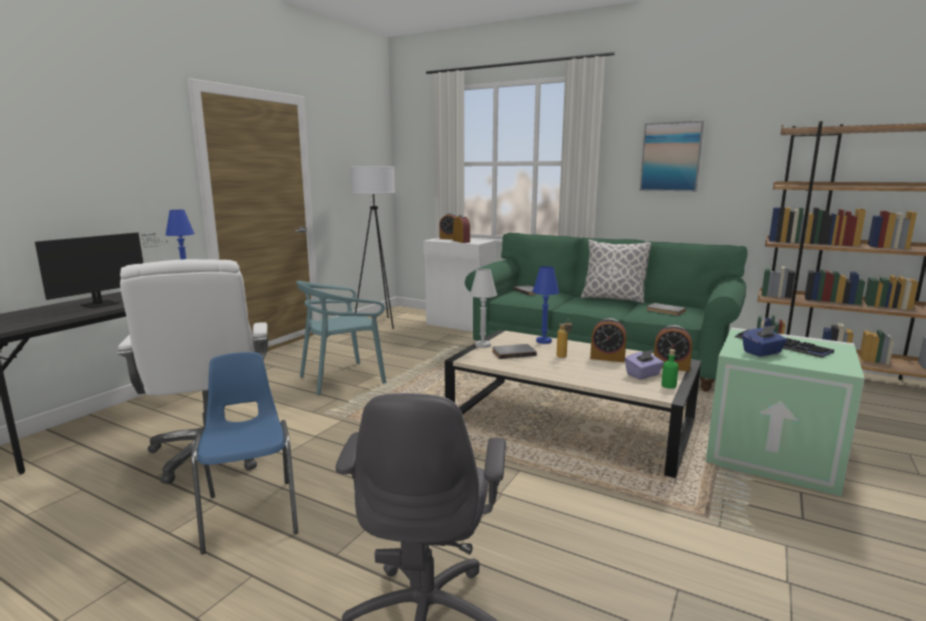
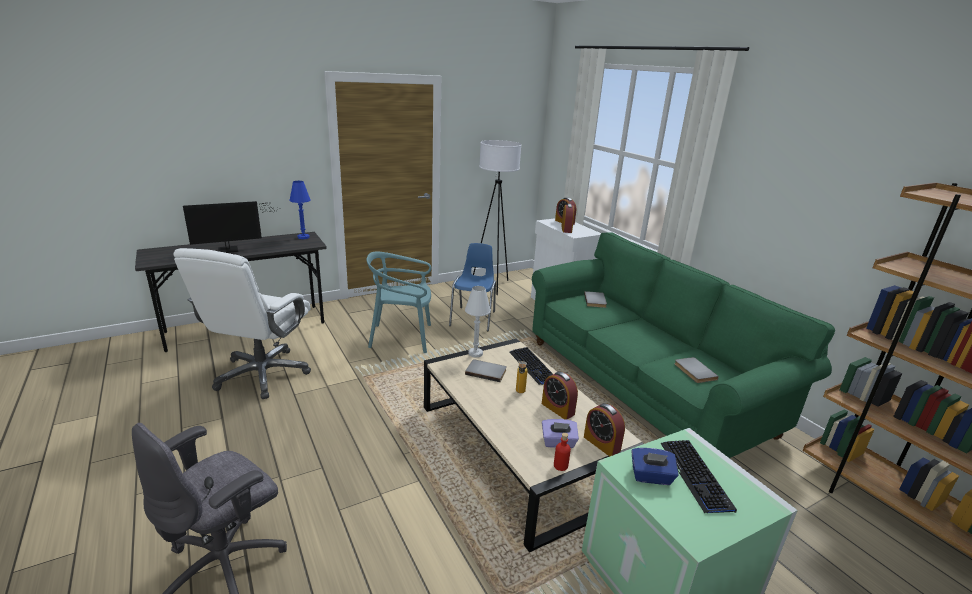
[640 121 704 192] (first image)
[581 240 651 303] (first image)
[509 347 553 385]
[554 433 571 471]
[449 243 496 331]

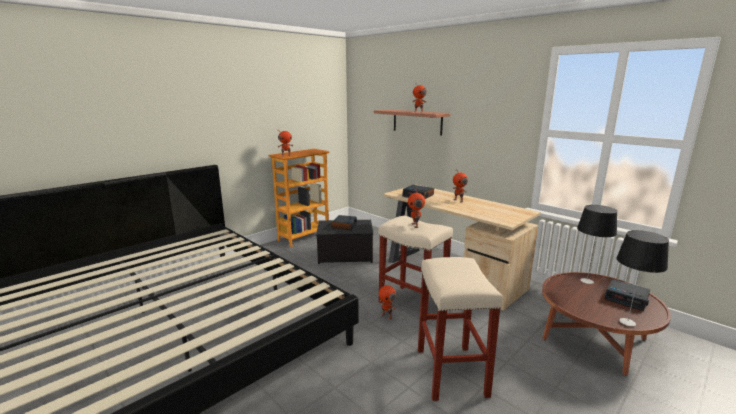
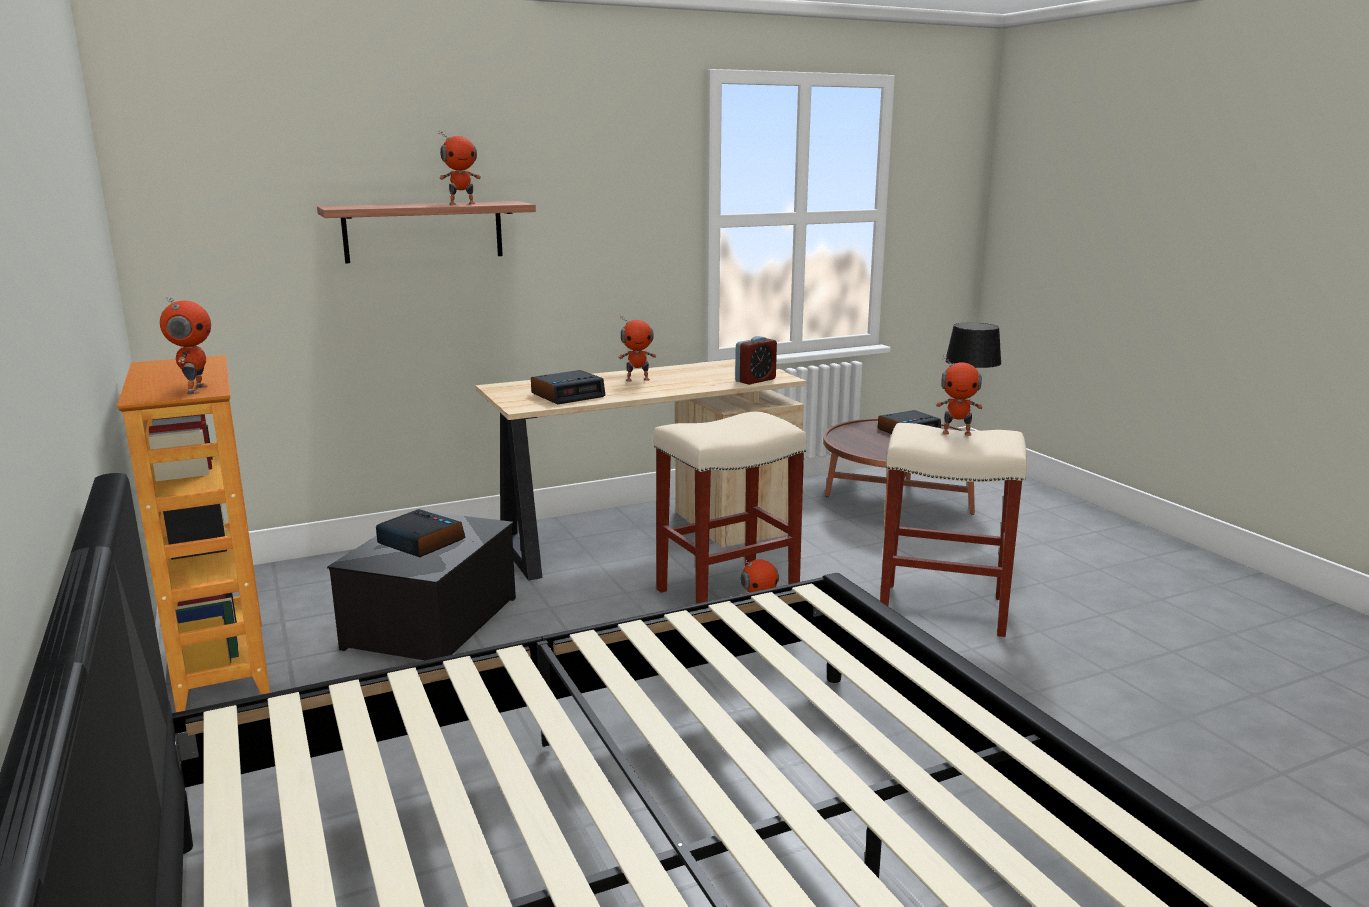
[936 355 983 436]
[577 205 617 284] (first image)
[735 336 777 385]

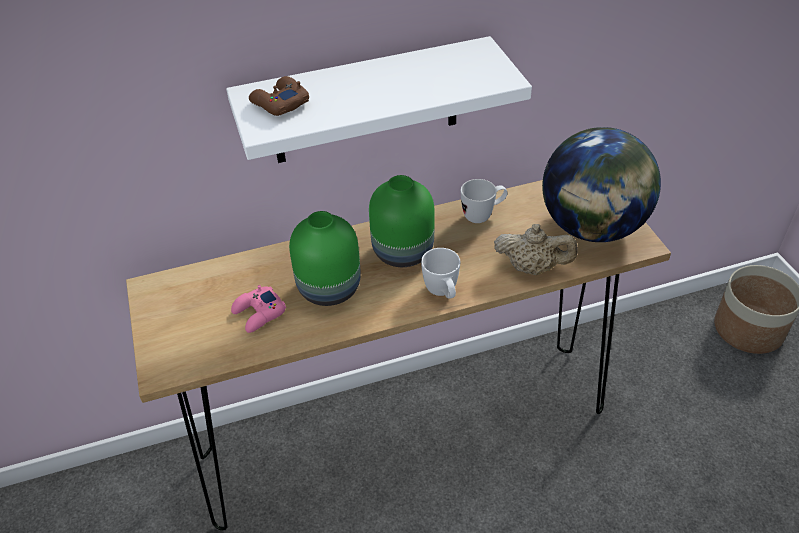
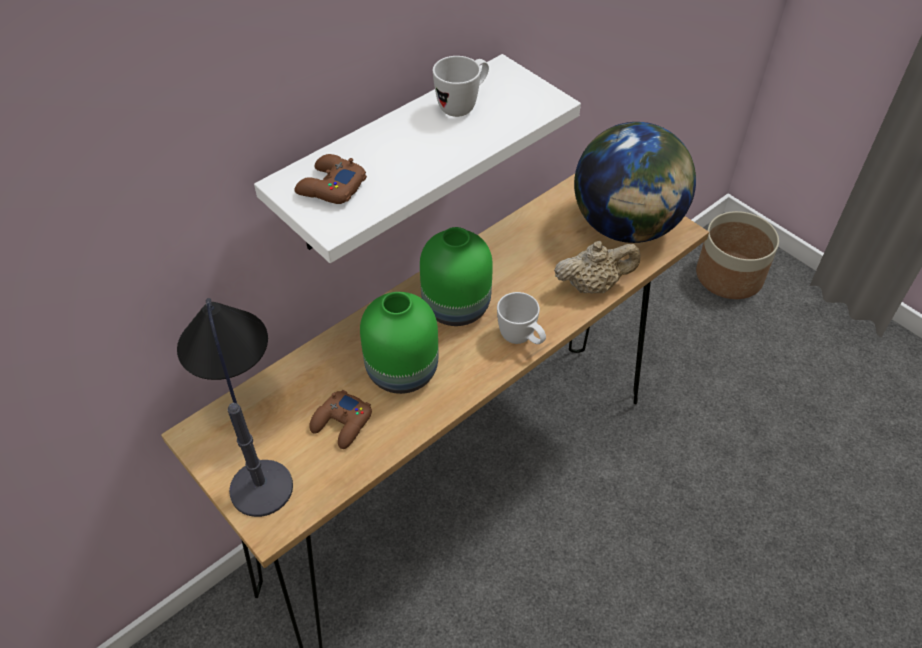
[433 56 489 117]
[309 390 372 449]
[177 298 293 517]

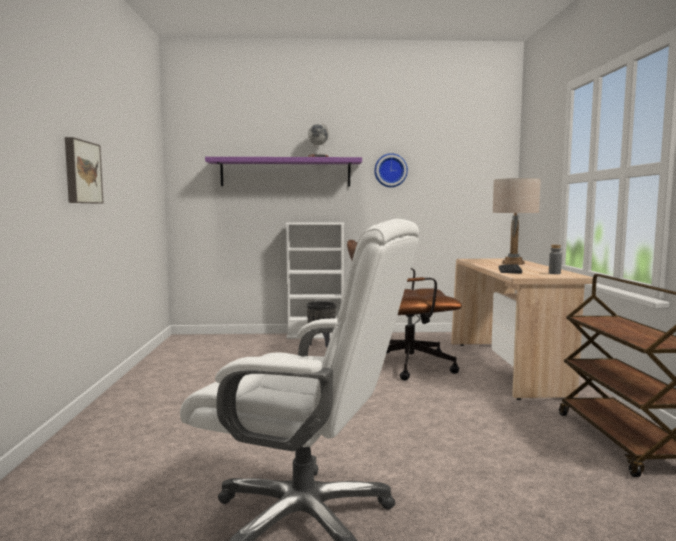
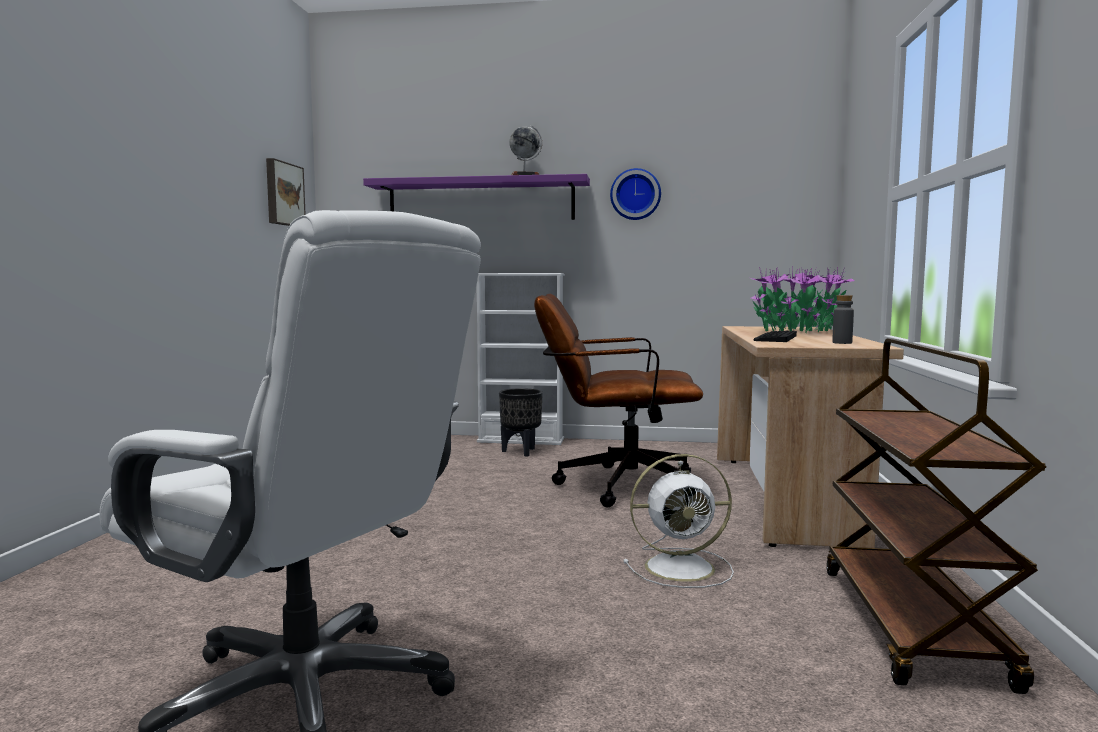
[266 158 306 226]
[750 267 854 333]
[624 454 734 588]

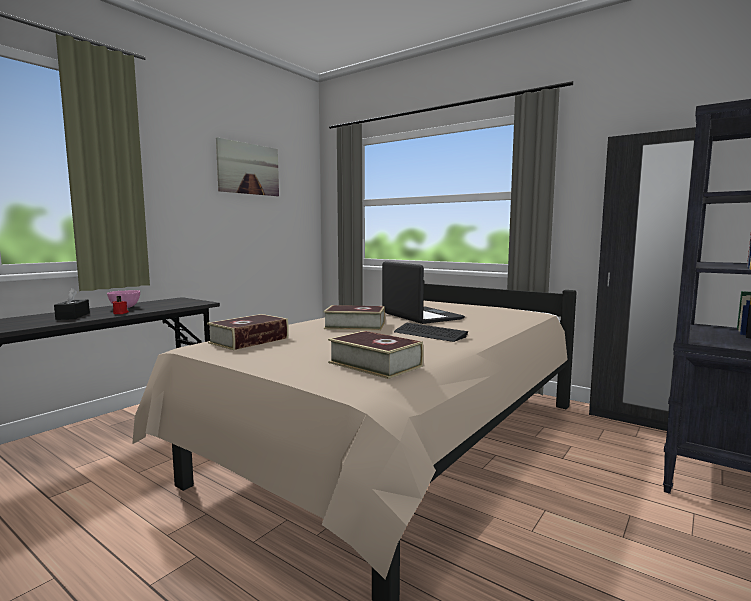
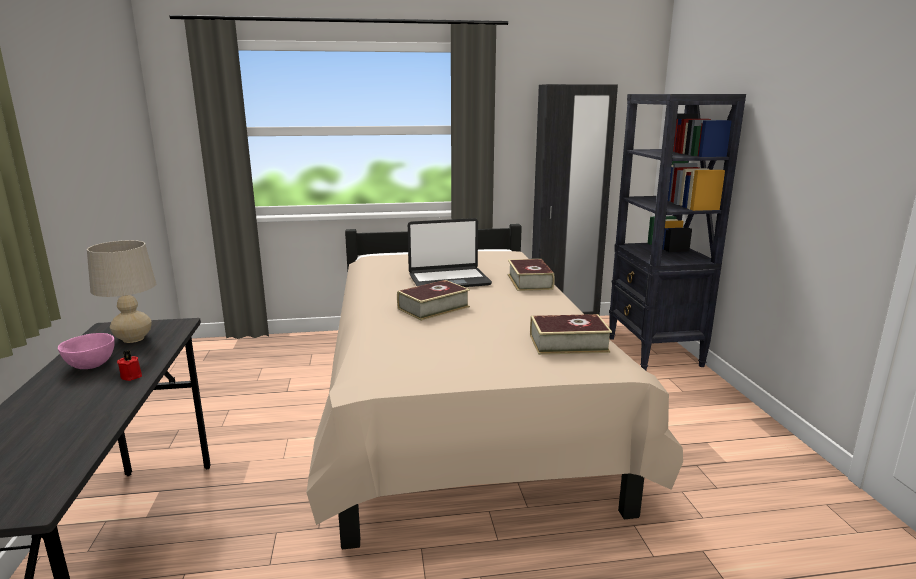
[216 137 279 196] (first image)
[408 218 492 287]
[54 288 90 320] (first image)
[508 259 555 291]
[394 323 468 342] (first image)
[87 240 156 343]

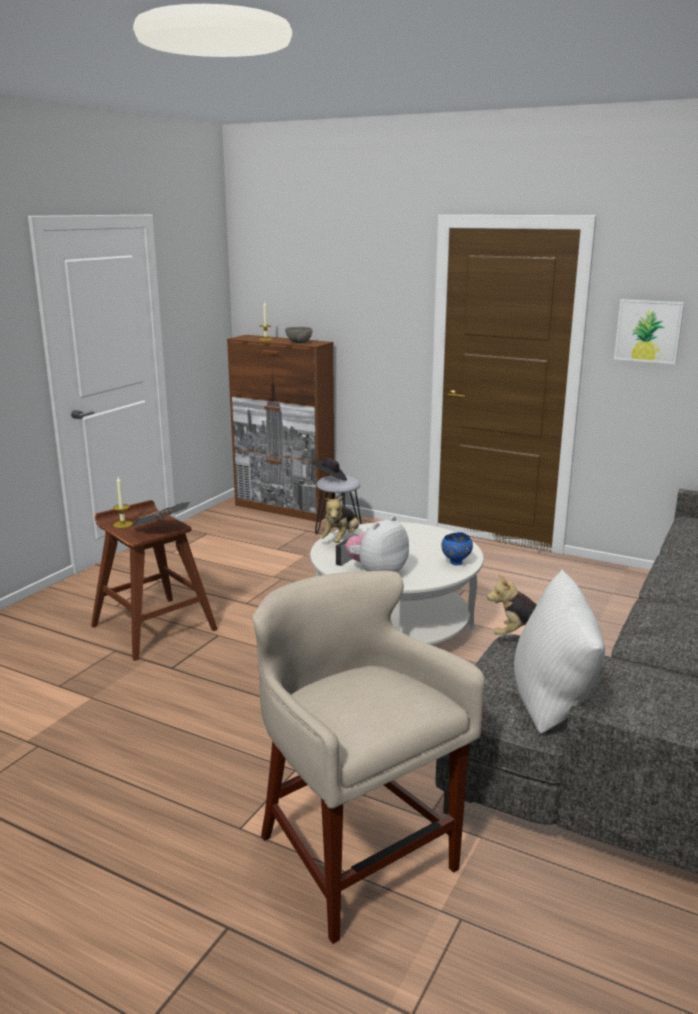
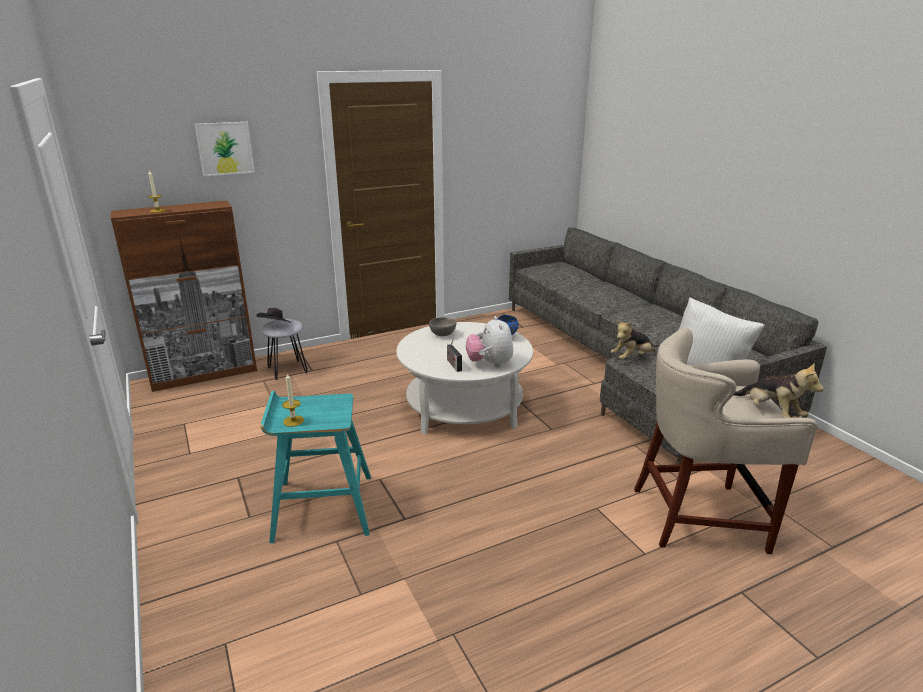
[195 122 255 176]
[429 317 456 336]
[734 363 824 418]
[261 391 371 543]
[130 502 191 527] (first image)

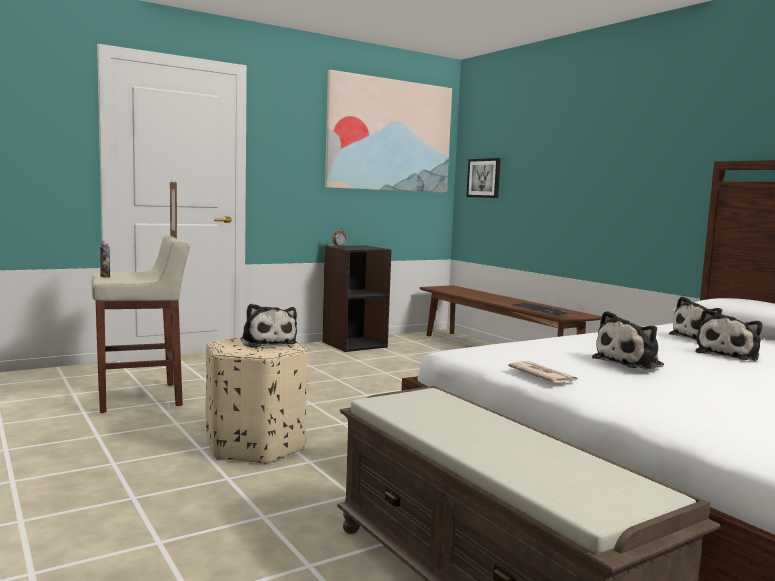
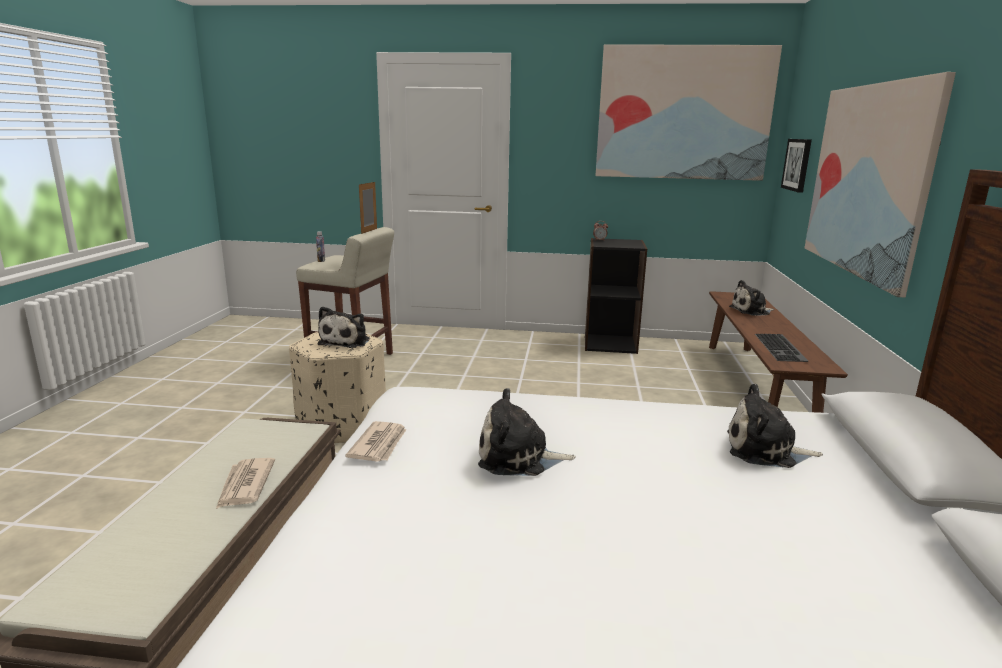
[729 280 774 315]
[805 72 956 298]
[216 458 275 509]

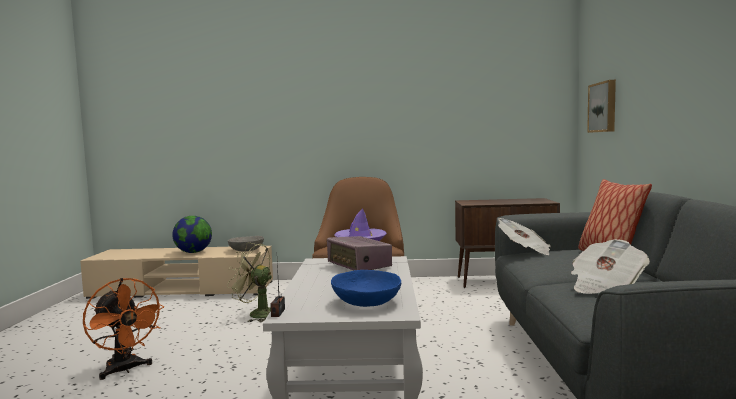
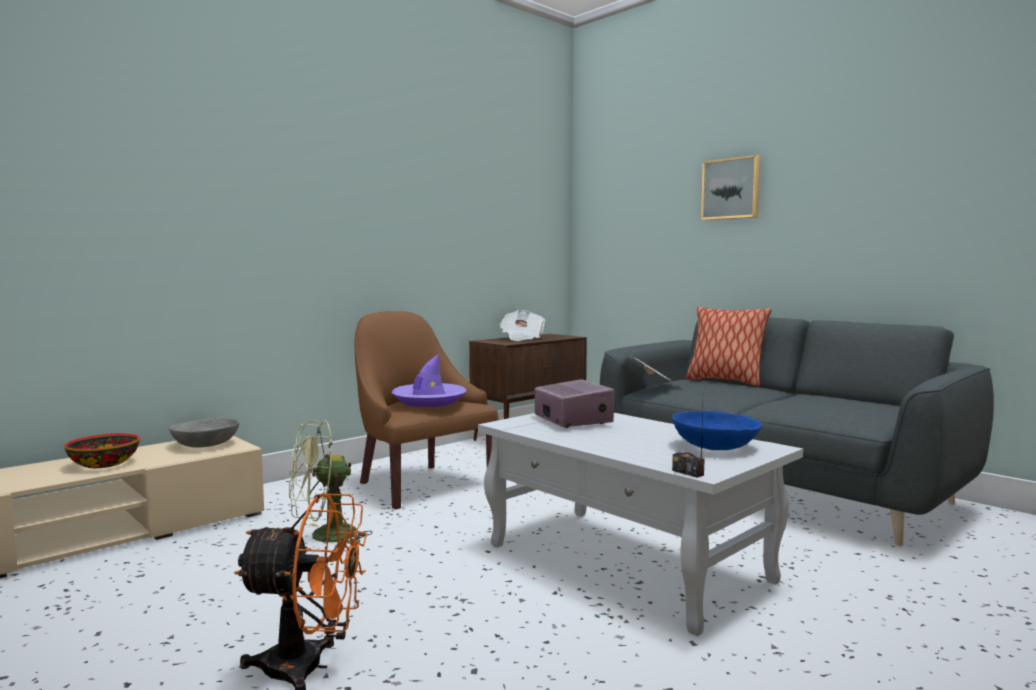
[701 155 760 220]
[64 433 140 468]
[535 379 615 428]
[499 310 546 341]

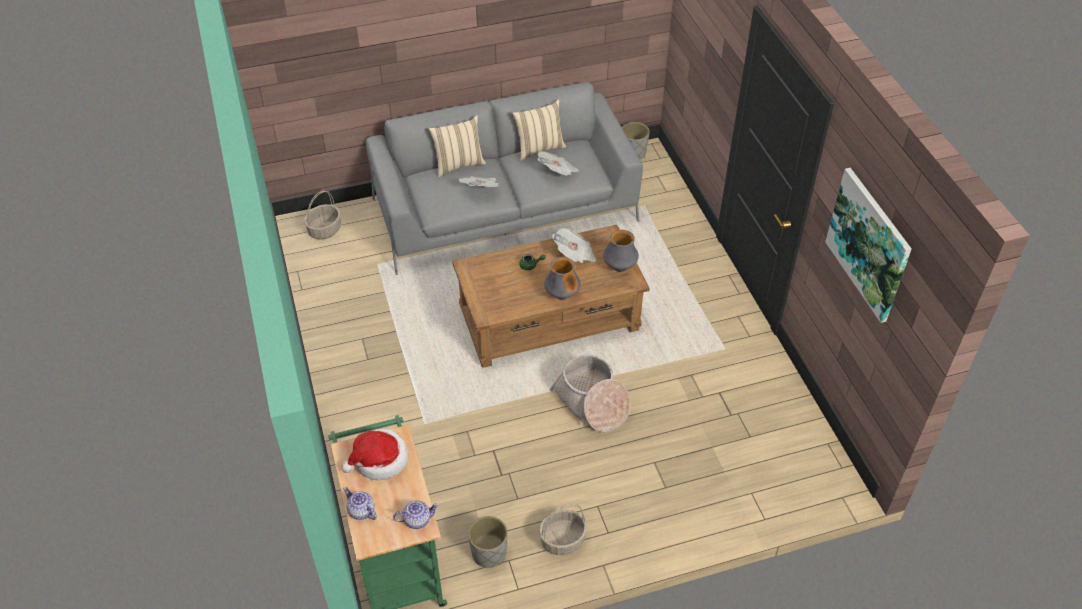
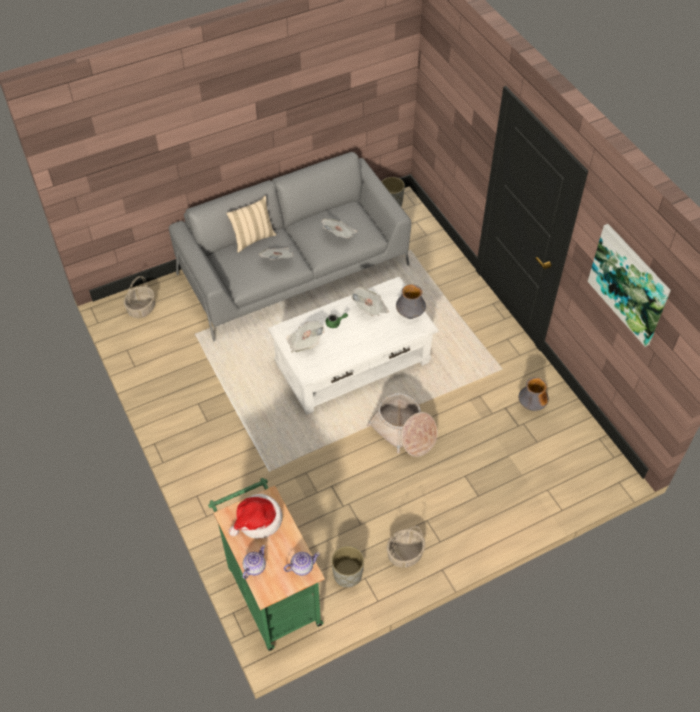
[512 99 566 161] (first image)
[268 277 438 415]
[519 377 549 411]
[242 545 266 579]
[286 321 324 353]

